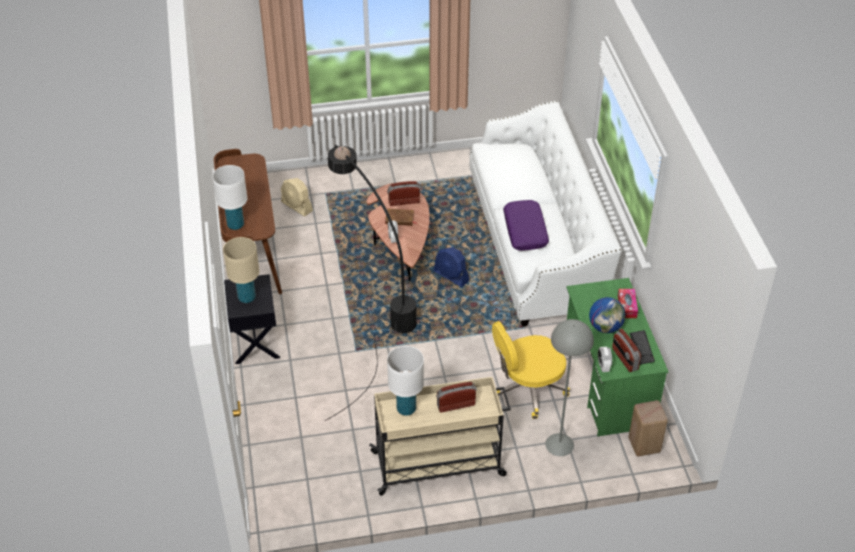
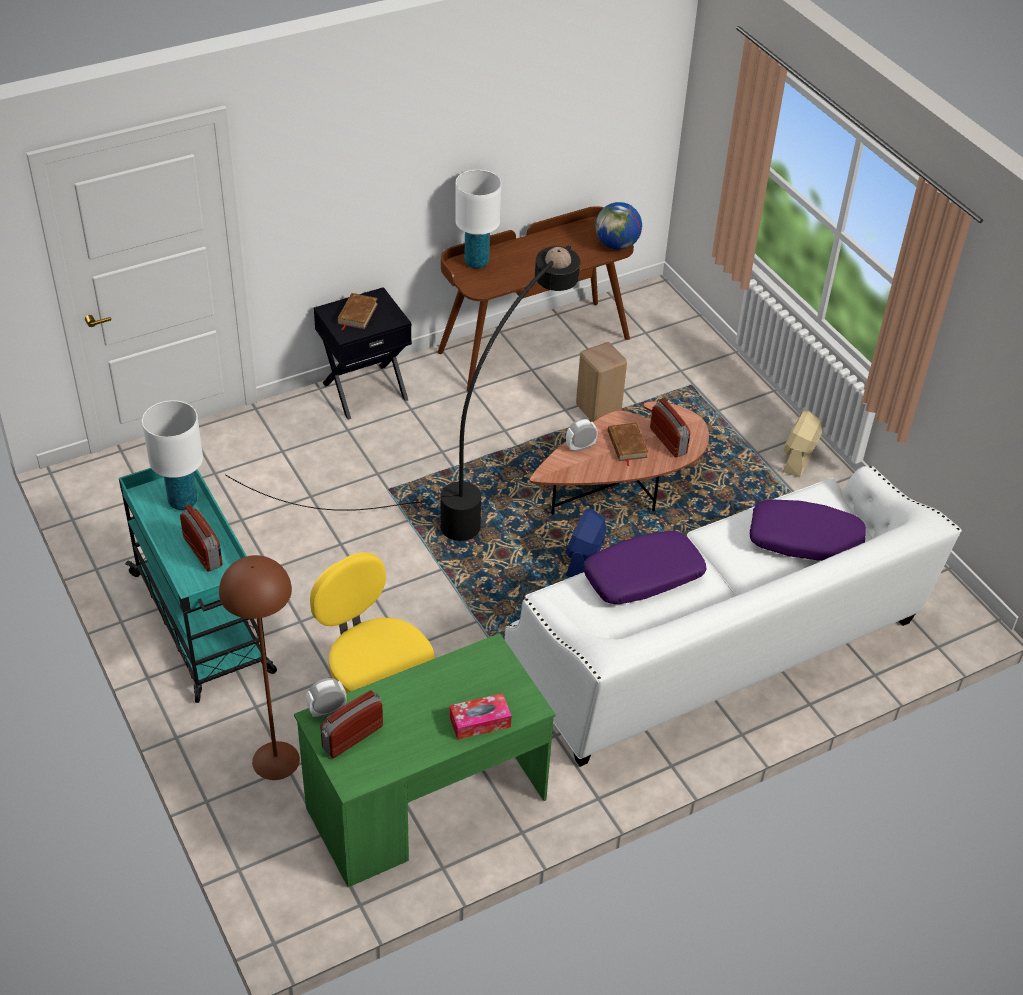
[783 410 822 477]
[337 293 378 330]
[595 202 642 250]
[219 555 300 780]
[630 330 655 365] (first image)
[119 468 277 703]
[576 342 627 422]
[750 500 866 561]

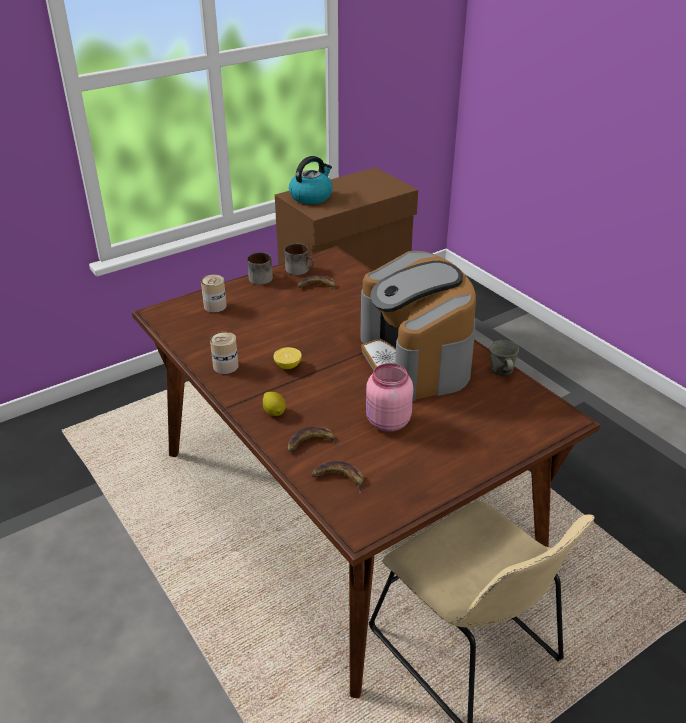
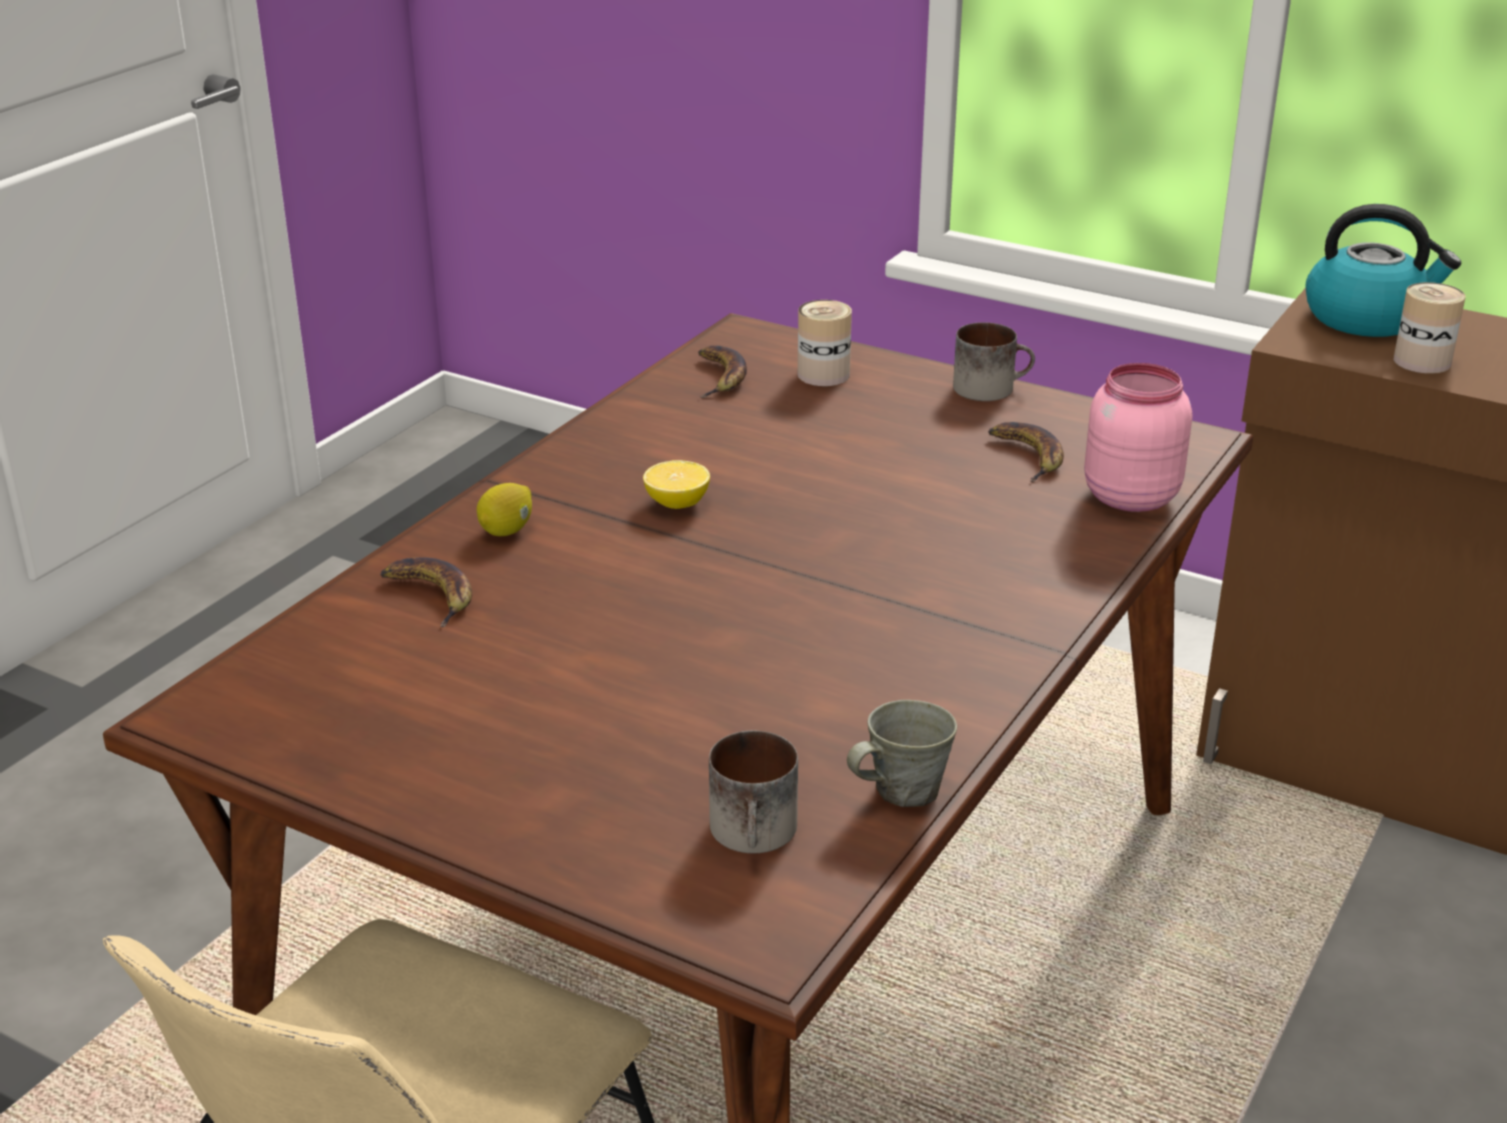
[709 731 798 853]
[360 251 476 401] (first image)
[1394 282 1465 374]
[1084 363 1192 512]
[698 345 747 398]

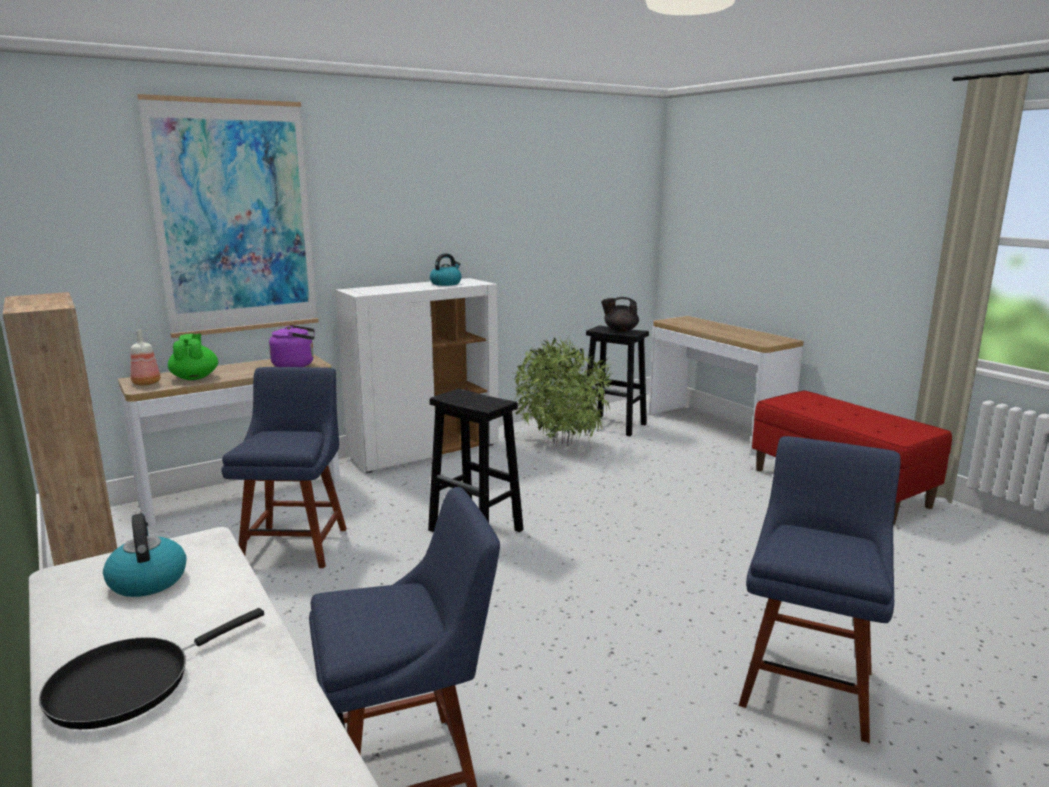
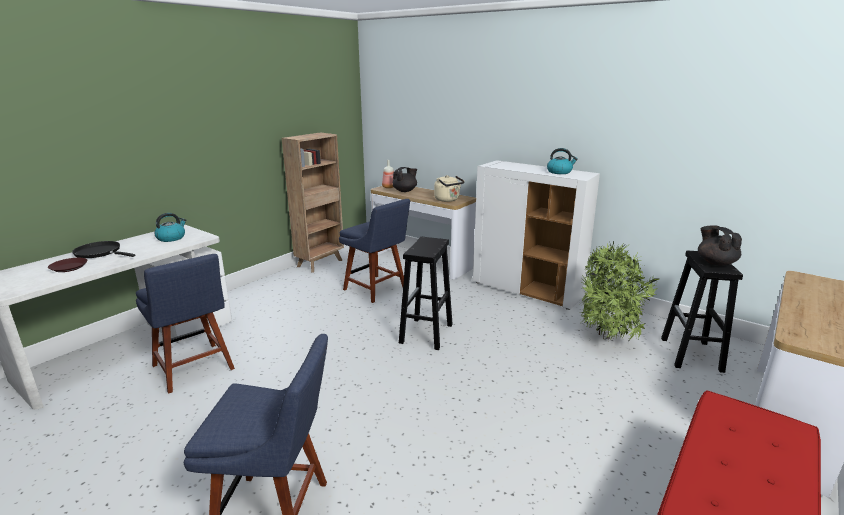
[137 94 319 338] (first image)
[434 175 465 202]
[392 167 417 192]
[339 199 410 303]
[48 258 87 272]

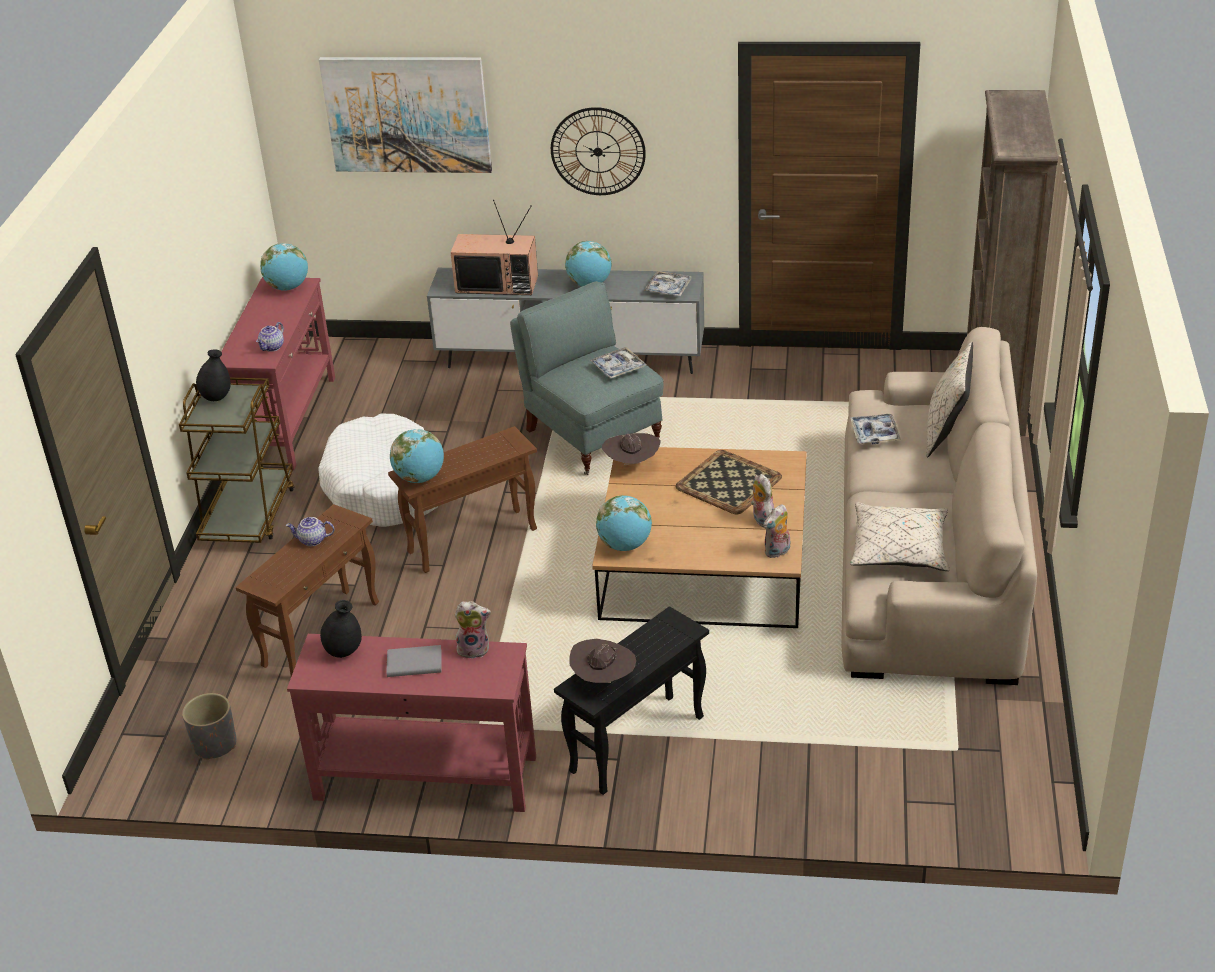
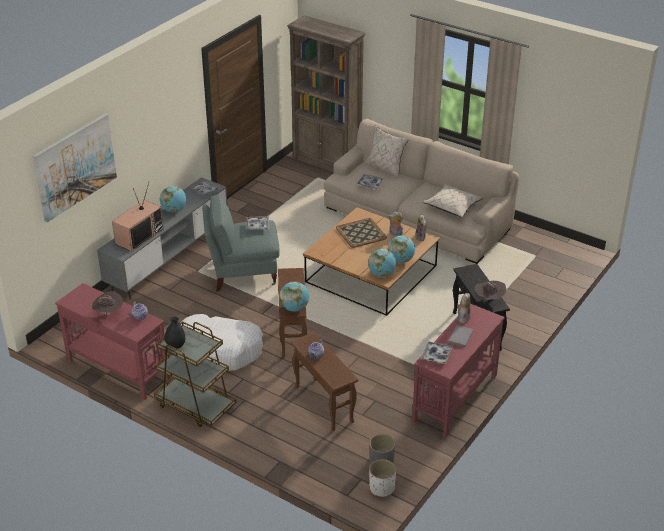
[551 107 646 195] (first image)
[388 235 415 263]
[91 292 123 315]
[421 341 453 364]
[369 459 396 497]

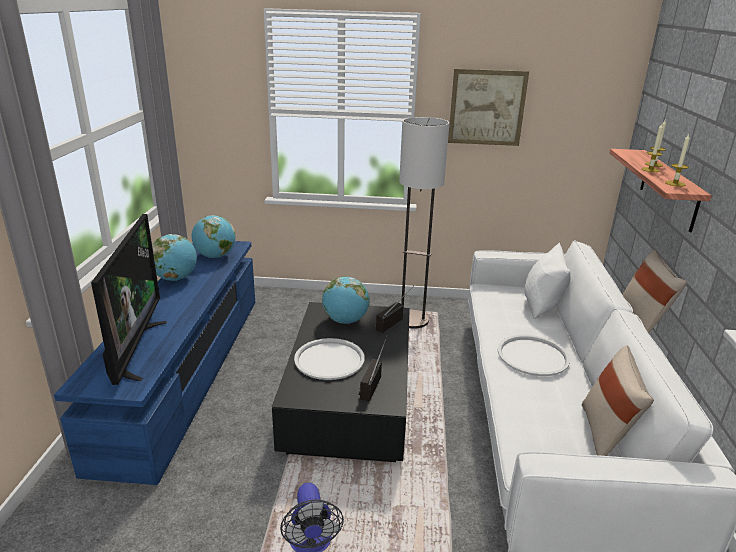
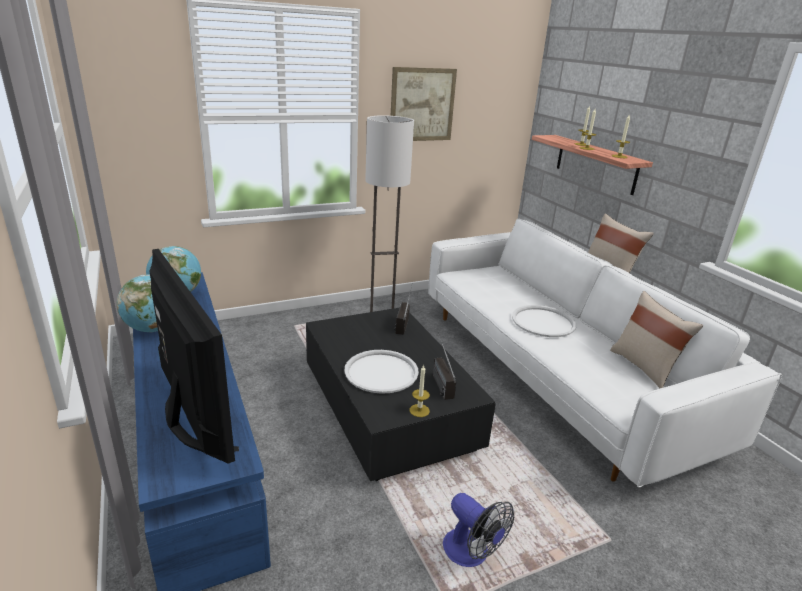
[524 243 571 319] (first image)
[322 276 370 324] (first image)
[410 364 430 417]

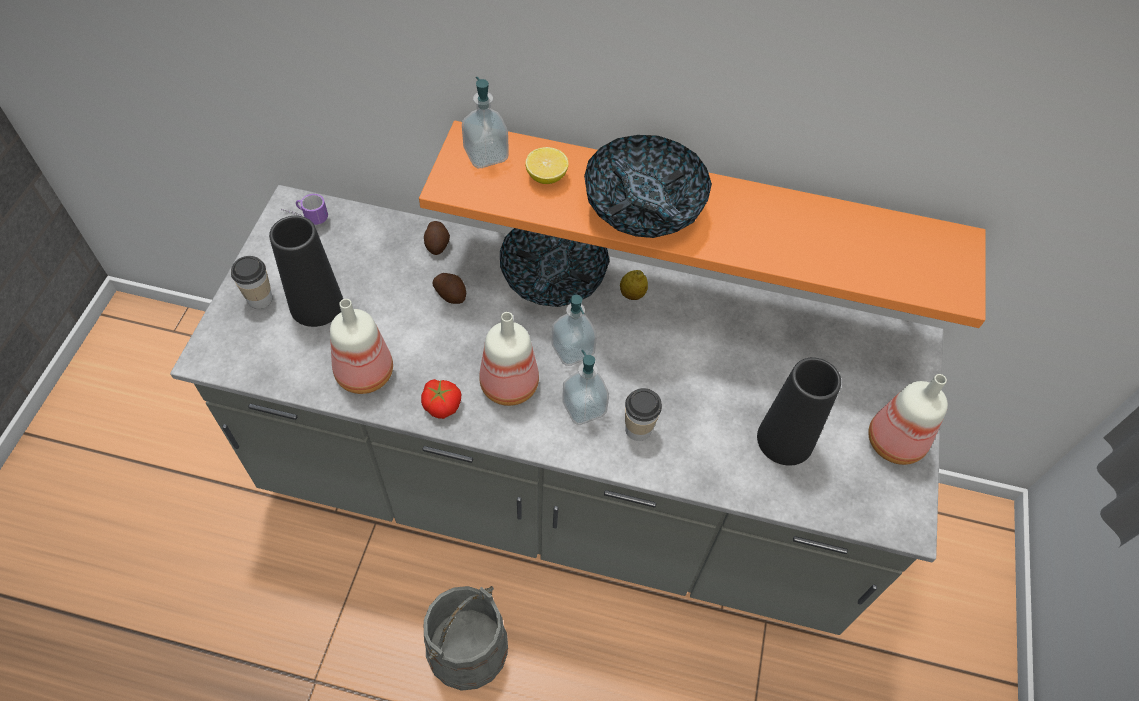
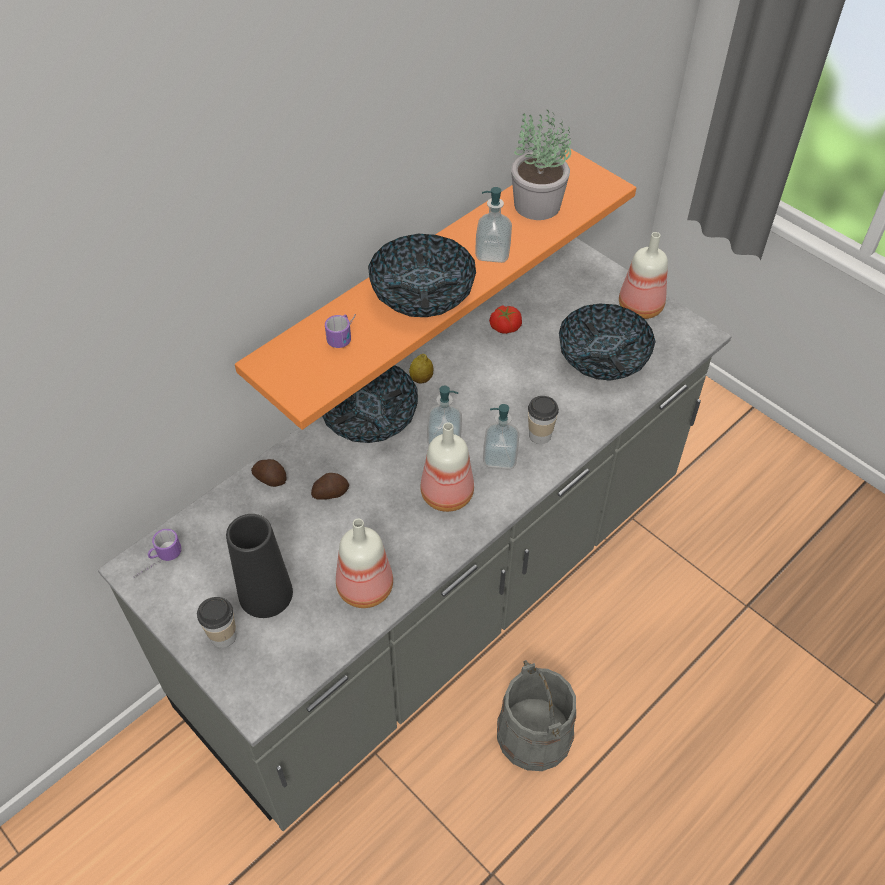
[475 187 512 263]
[325 314 356 348]
[559 304 656 381]
[489 305 522 334]
[511 109 571 220]

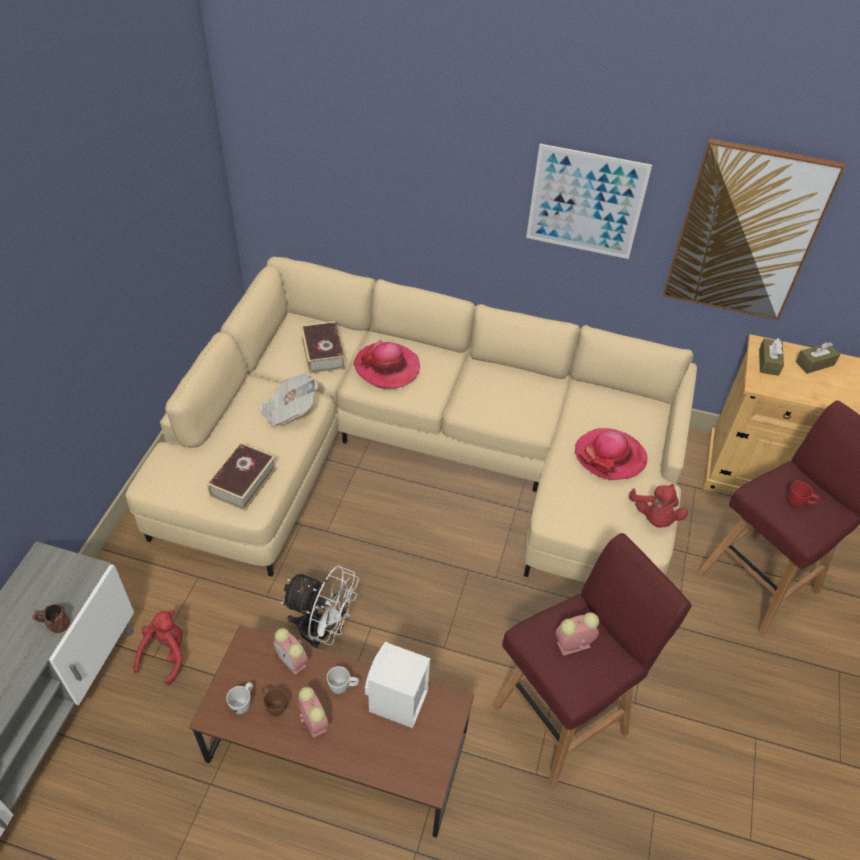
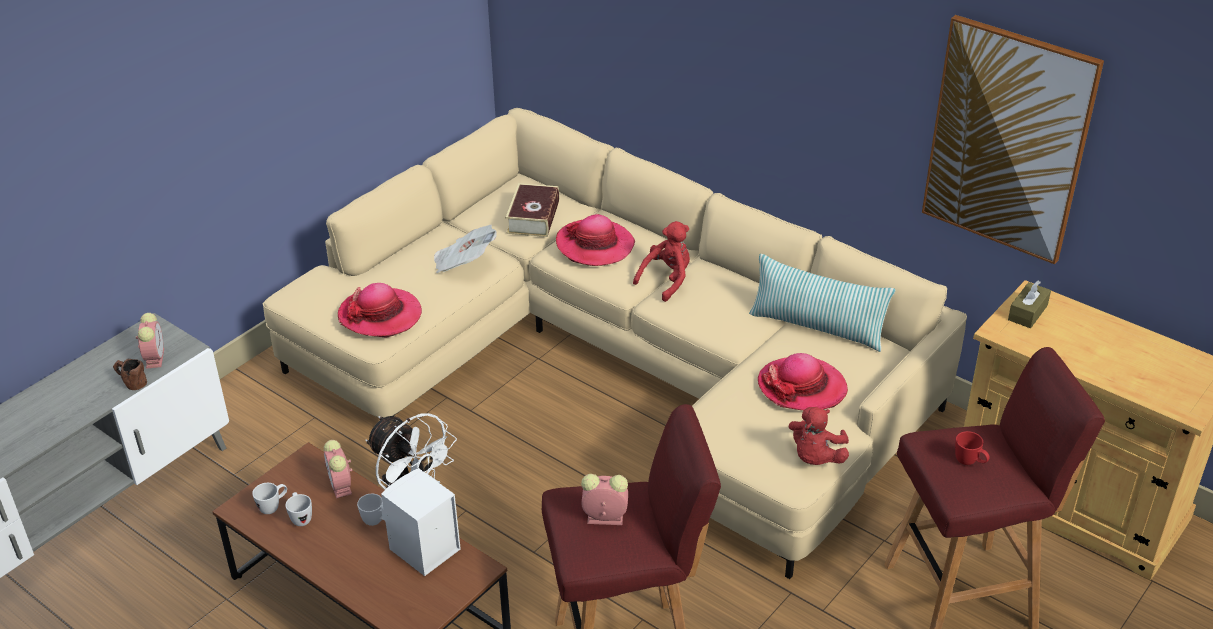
[526 144 652 259] (first image)
[795 342 840 374] (first image)
[338 283 422 338]
[633 221 690 302]
[285 492 312 526]
[136 313 164 369]
[749 254 895 352]

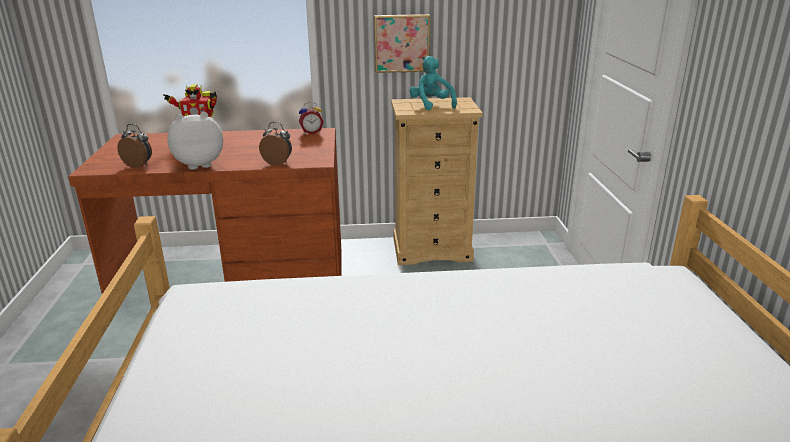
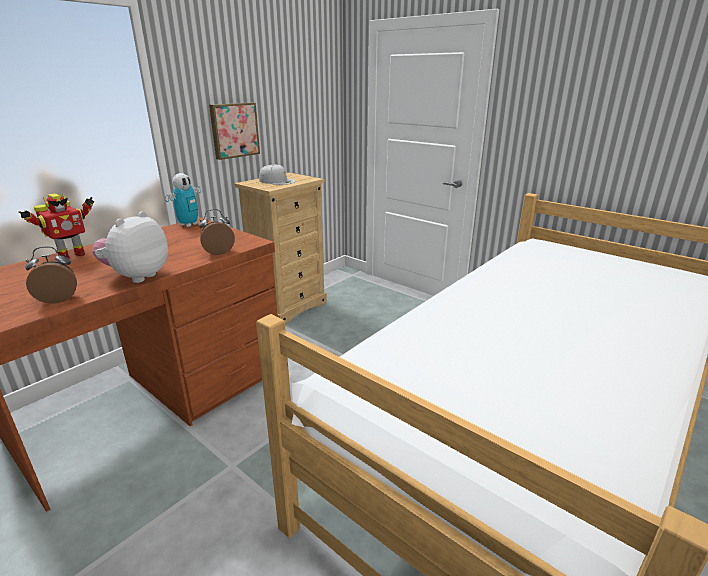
[259 164 296 185]
[165 173 201 227]

